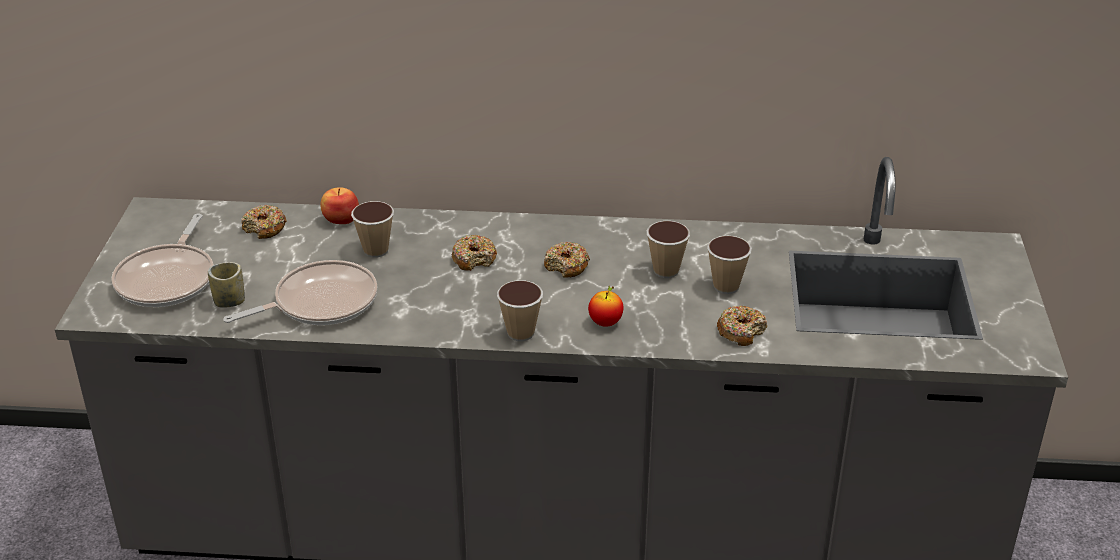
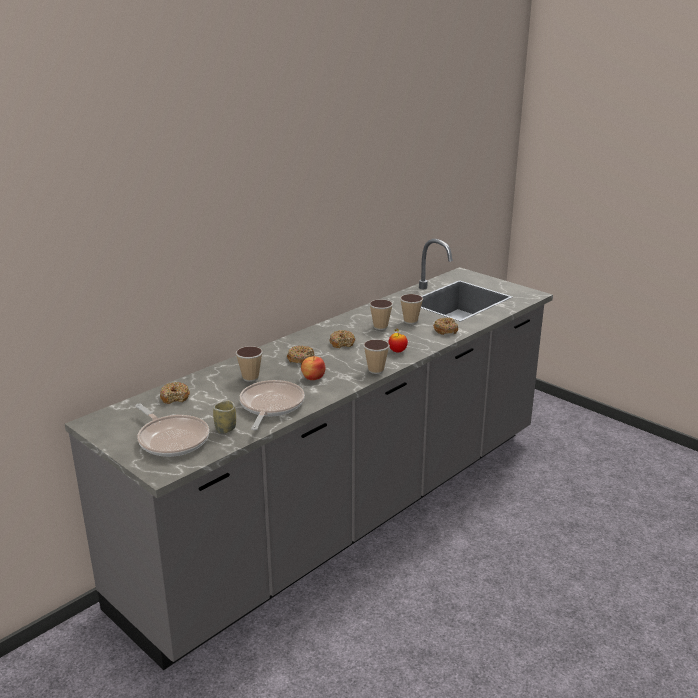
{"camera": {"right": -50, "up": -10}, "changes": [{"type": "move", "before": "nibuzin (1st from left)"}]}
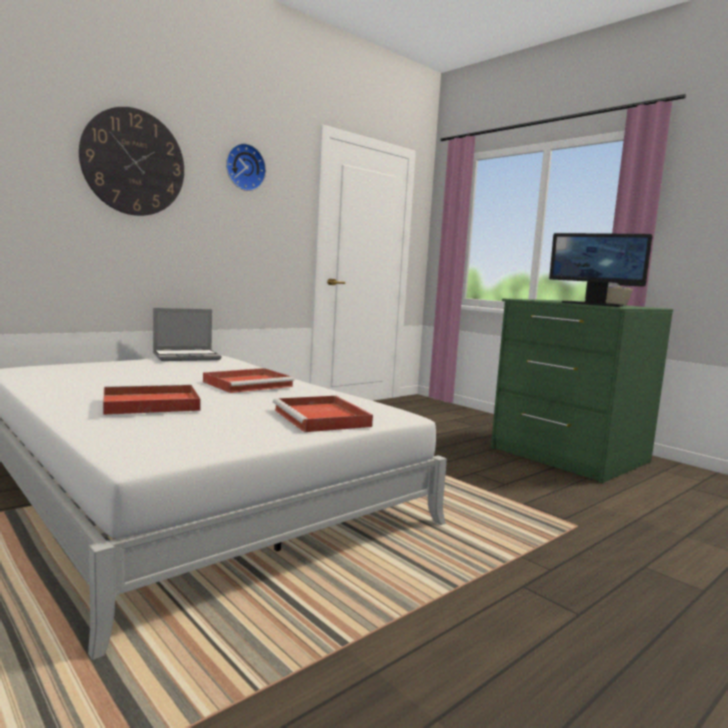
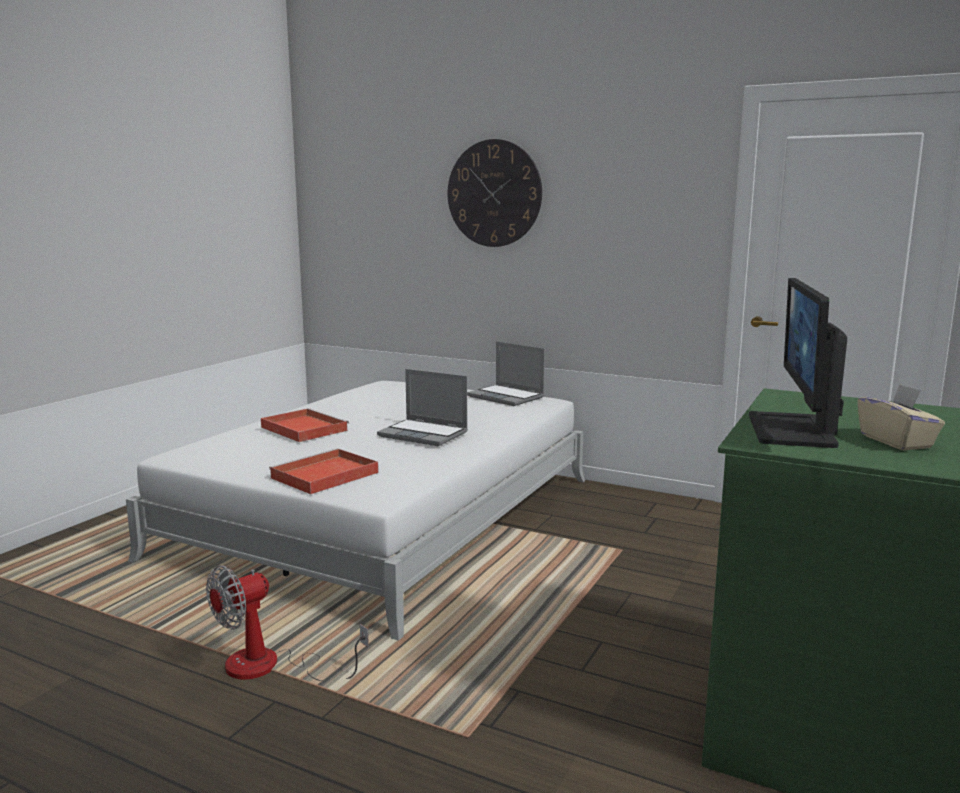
{"camera": {"right": 70, "up": 5}, "changes": [{"type": "insert", "after": "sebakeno"}, {"type": "replace", "before": "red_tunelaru (2nd from left)", "after": "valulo (1st from left)"}, {"type": "delete", "before": "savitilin (2nd from left)"}]}
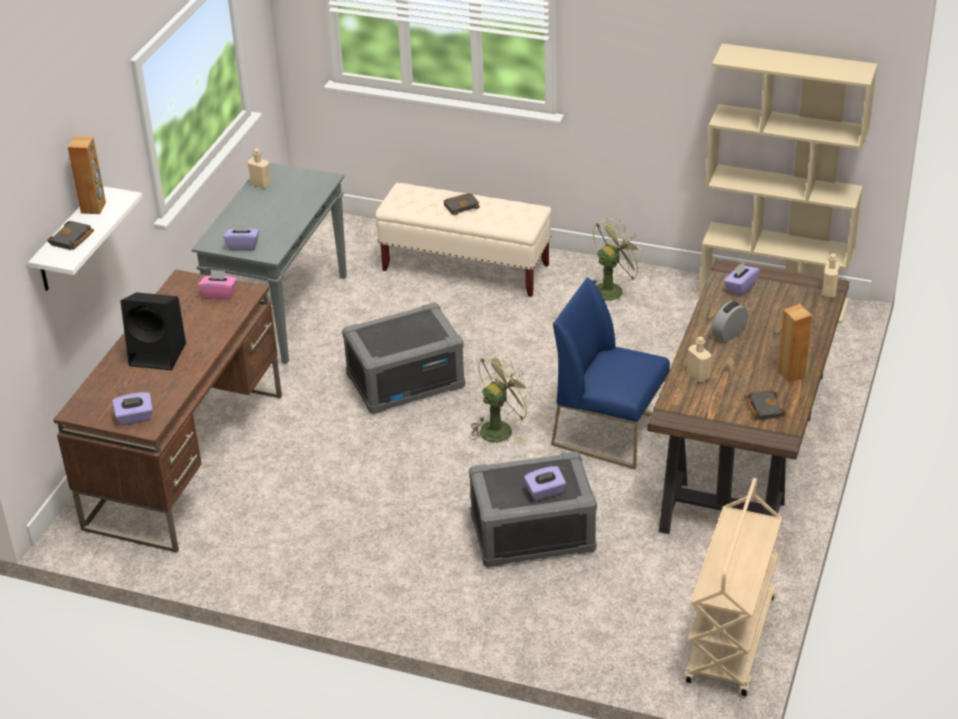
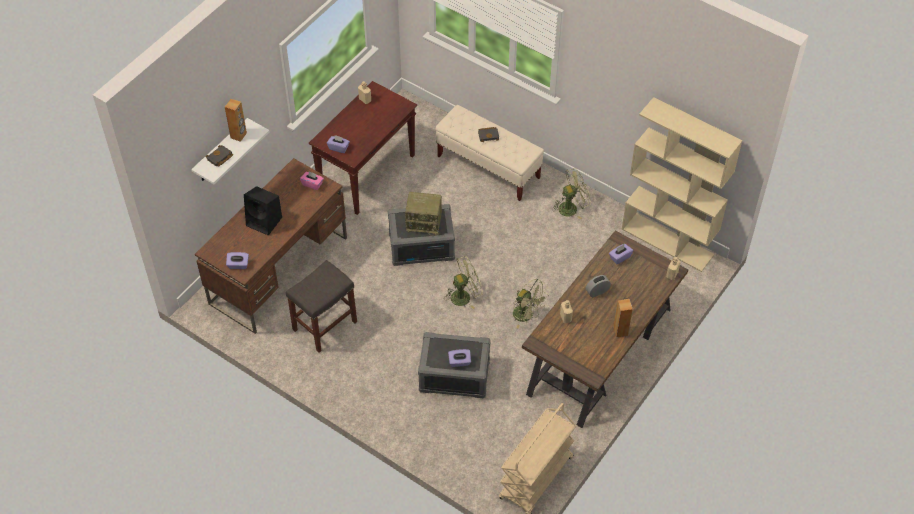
{"camera": {"right": 15, "up": 15}, "changes": [{"type": "insert", "after": "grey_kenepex"}, {"type": "recolor", "before": "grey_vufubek", "after": "brown_vufubek"}, {"type": "insert", "after": "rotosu"}, {"type": "replace", "before": "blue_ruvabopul", "after": "green_sebakeno (2nd from left)"}, {"type": "delete", "before": "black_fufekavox (3rd from left)"}]}
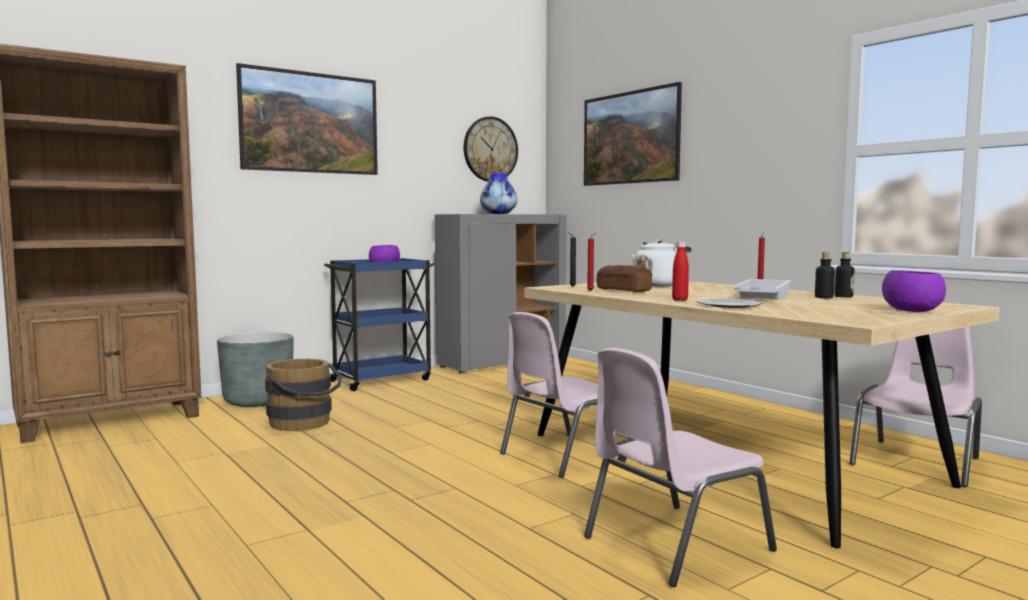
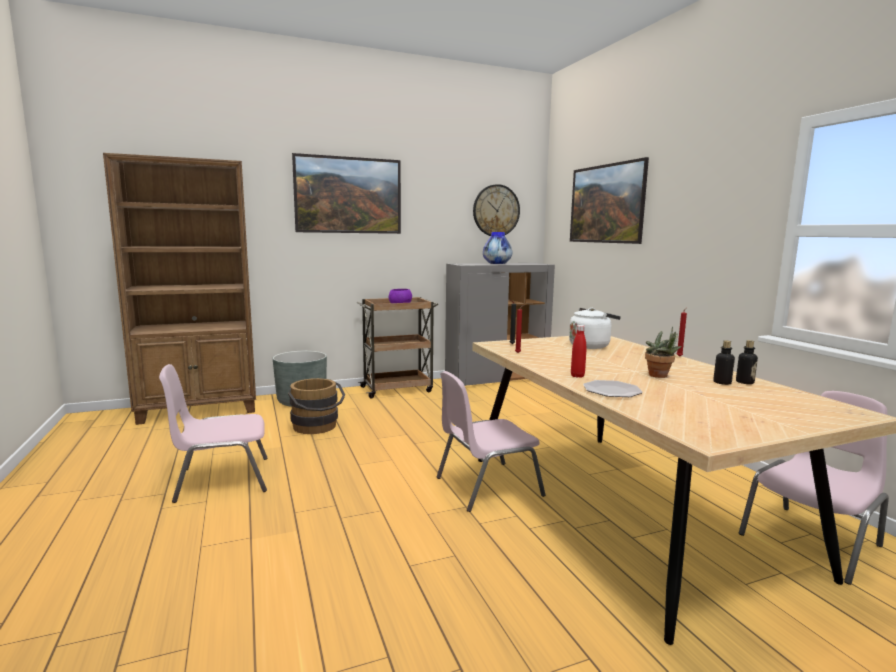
{"camera": {"right": 15, "up": 5}, "changes": [{"type": "move", "before": "pink_ruvabopul (2nd from left in the first image)", "after": "pink_ruvabopul (1st from left)"}, {"type": "recolor", "before": "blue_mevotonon", "after": "brown_mevotonon"}, {"type": "replace", "before": "white_tunelaru", "after": "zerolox"}, {"type": "delete", "before": "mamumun"}, {"type": "delete", "before": "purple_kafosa (2nd from left)"}]}
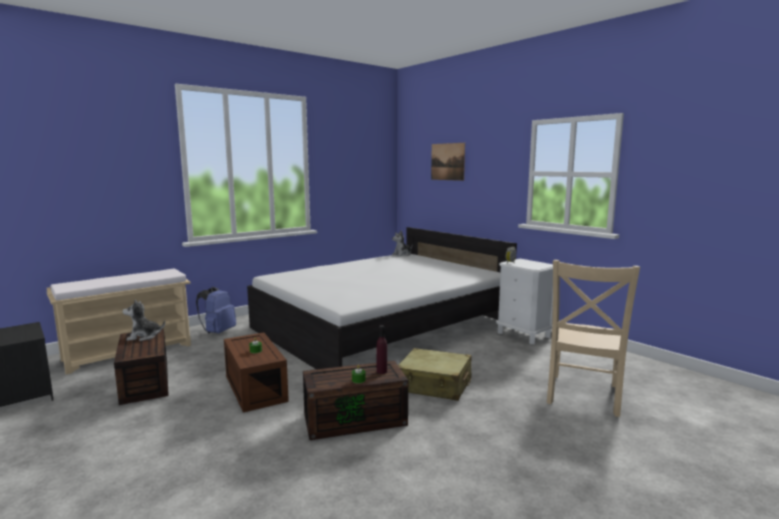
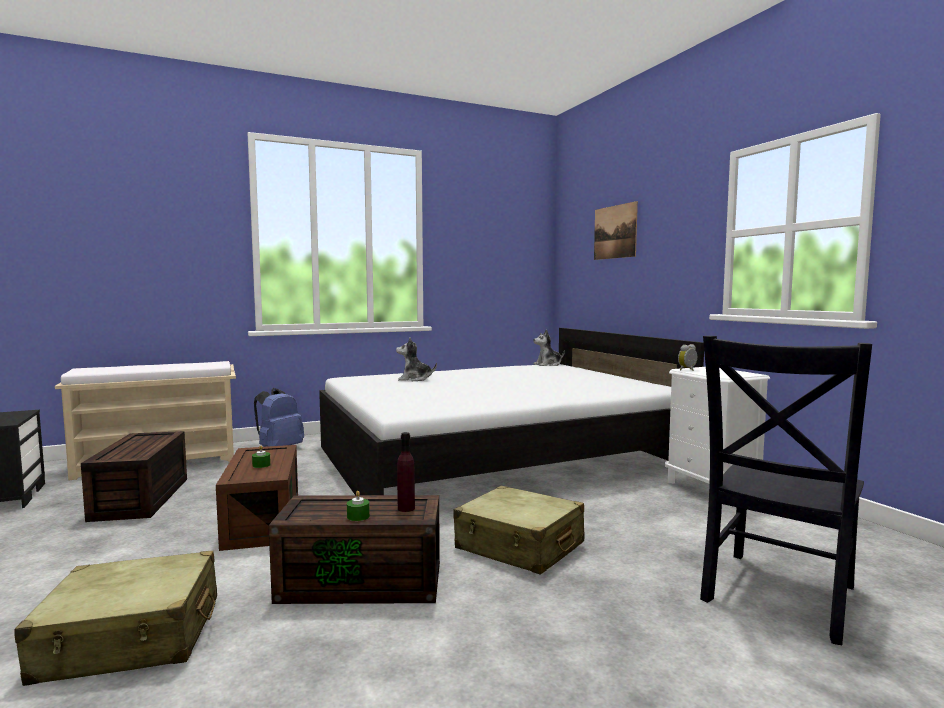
{"camera": {"right": 15, "up": -5}, "changes": [{"type": "insert", "after": "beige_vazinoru (1st from left)"}, {"type": "move", "before": "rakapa (1st from left)"}, {"type": "recolor", "before": "beige_ruvabopul", "after": "black_ruvabopul"}]}
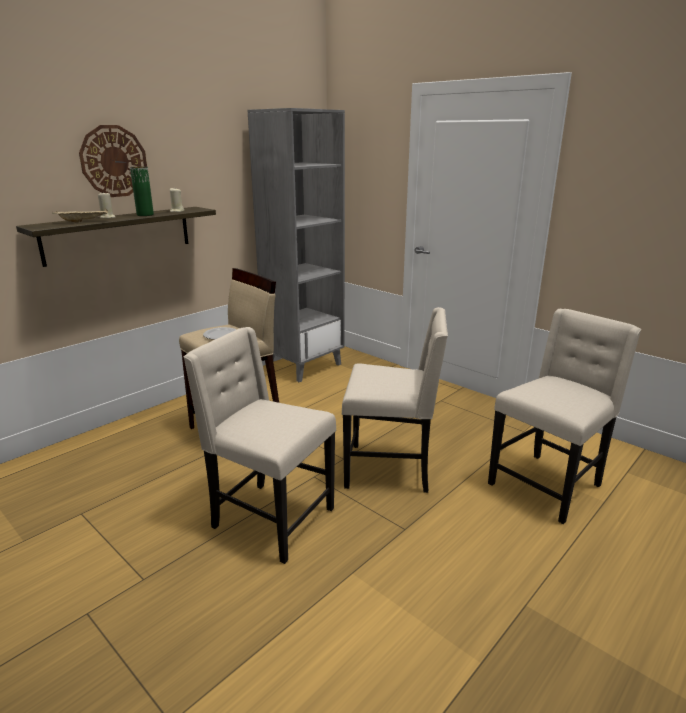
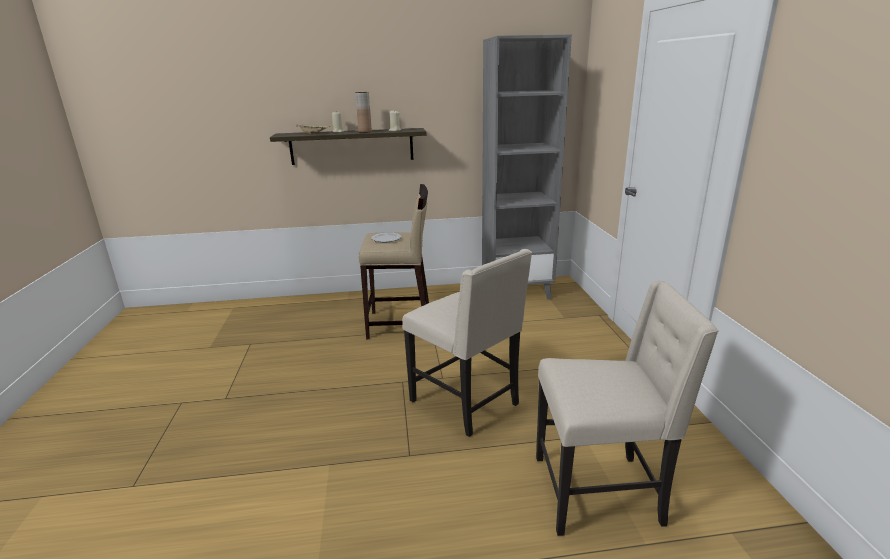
{"camera": {"right": 40, "up": 0}, "changes": [{"type": "recolor", "before": "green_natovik", "after": "brown_natovik"}, {"type": "delete", "before": "savitilin"}, {"type": "delete", "before": "beige_ruvabopul (1st from left)"}]}
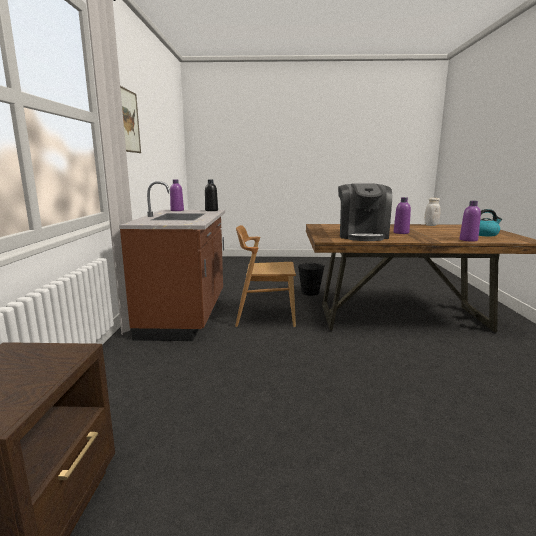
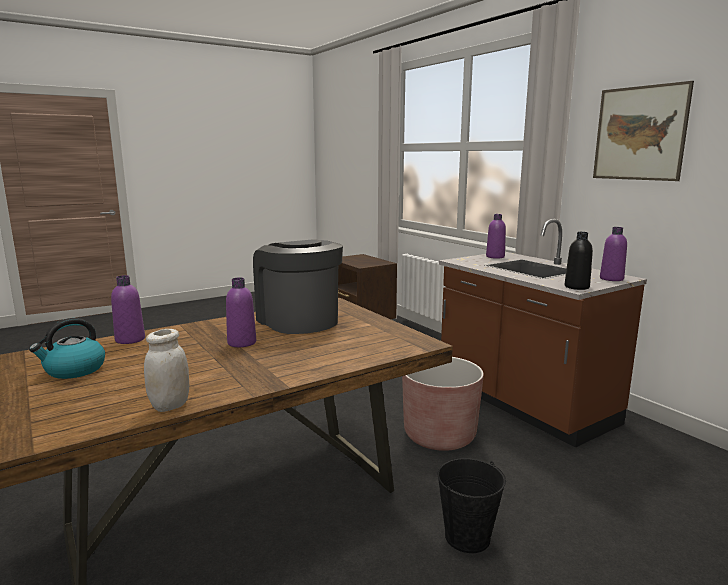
{"camera": {"right": 145, "up": 0}, "changes": [{"type": "replace", "before": "brown_ruvabopul", "after": "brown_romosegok"}, {"type": "insert", "after": "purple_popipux (3rd from left)"}]}
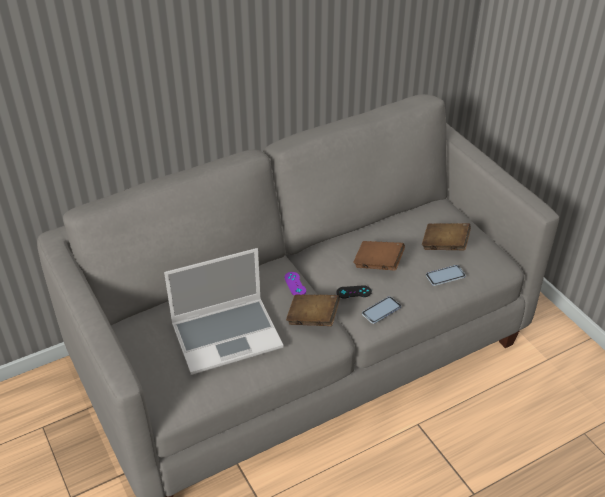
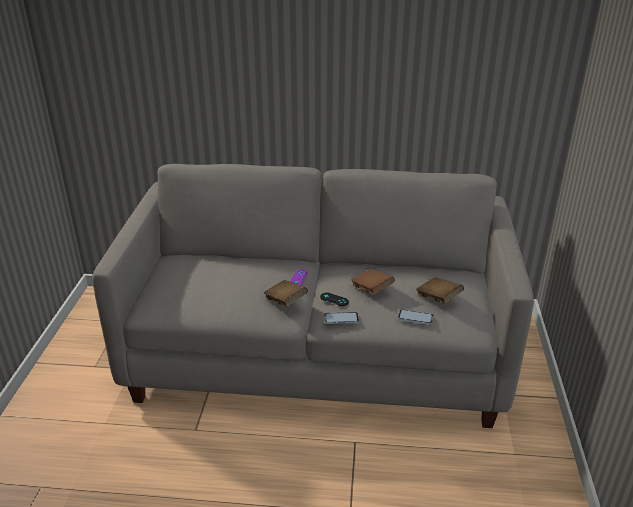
{"camera": {"right": 35, "up": -10}, "changes": [{"type": "delete", "before": "valulo"}]}
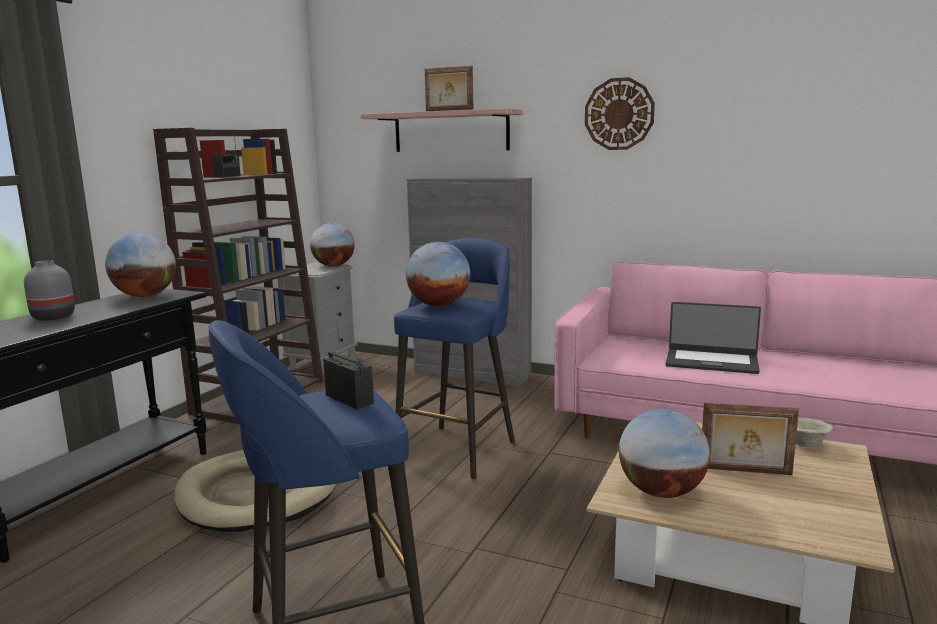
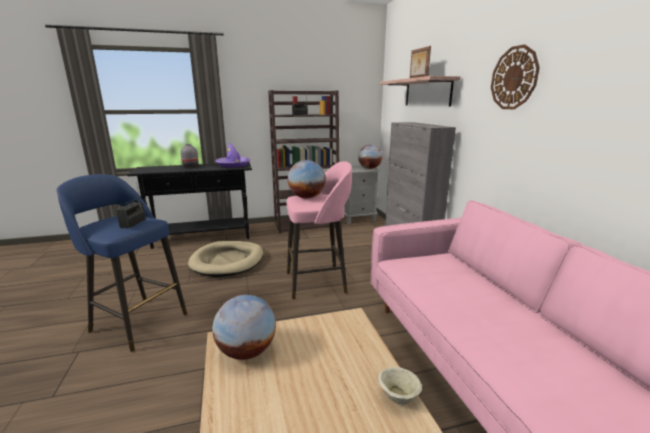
{"camera": {"right": 50, "up": 5}, "changes": [{"type": "replace", "before": "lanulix (1st from left)", "after": "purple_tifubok"}, {"type": "recolor", "before": "blue_kenepex (2nd from left)", "after": "pink_kenepex"}, {"type": "delete", "before": "valulo"}, {"type": "delete", "before": "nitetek (2nd from left)"}]}
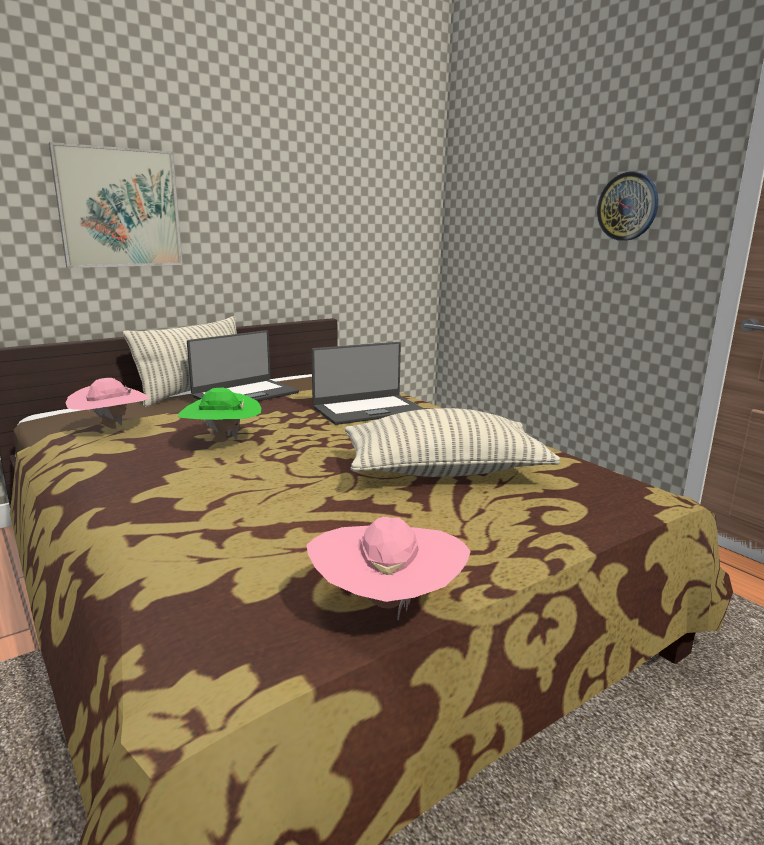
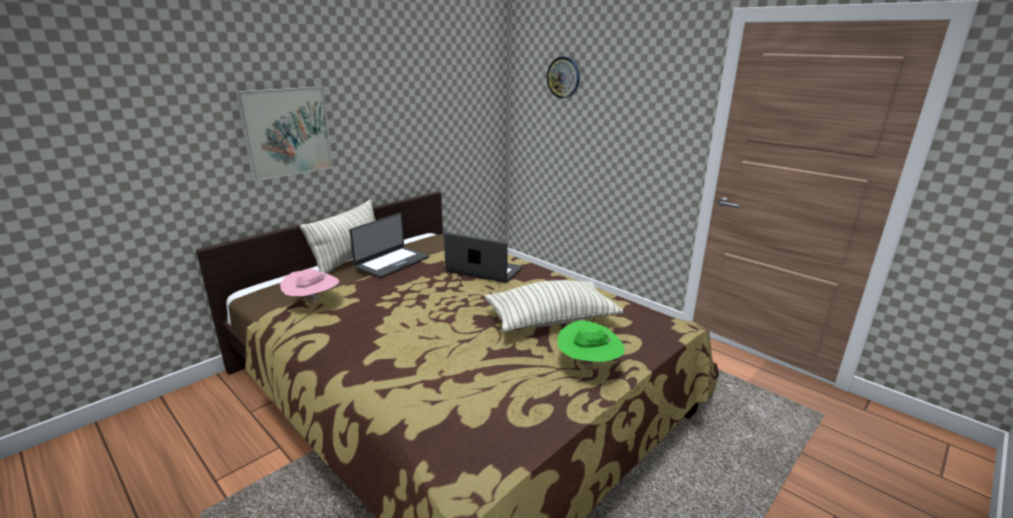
{"camera": {"right": -10, "up": 5}, "changes": [{"type": "rotate", "before": "valulo (2nd from left)", "turn": -120}, {"type": "move", "before": "savitilin"}, {"type": "move", "before": "green_tifubok"}, {"type": "delete", "before": "pink_tifubok (2nd from left)"}]}
